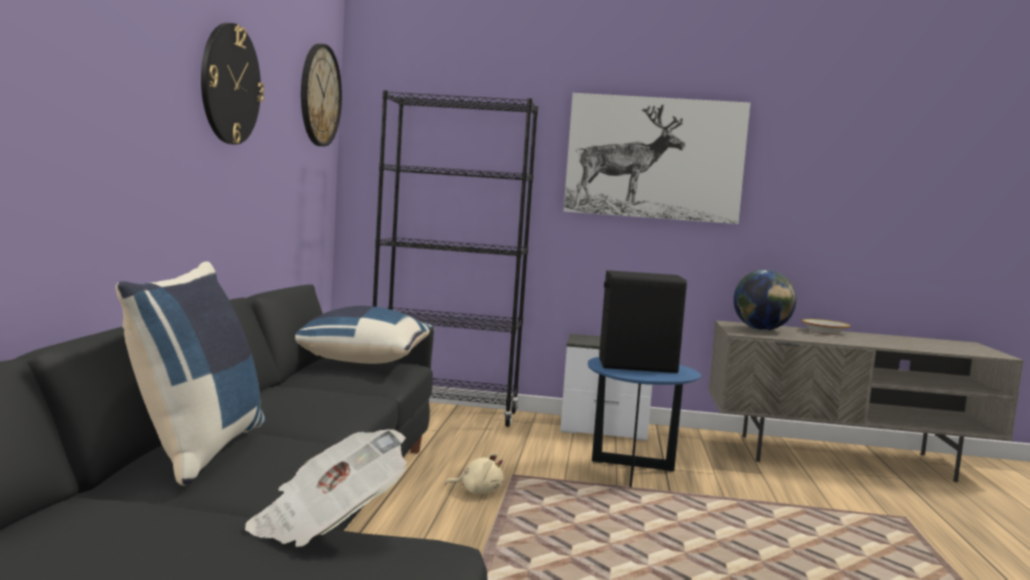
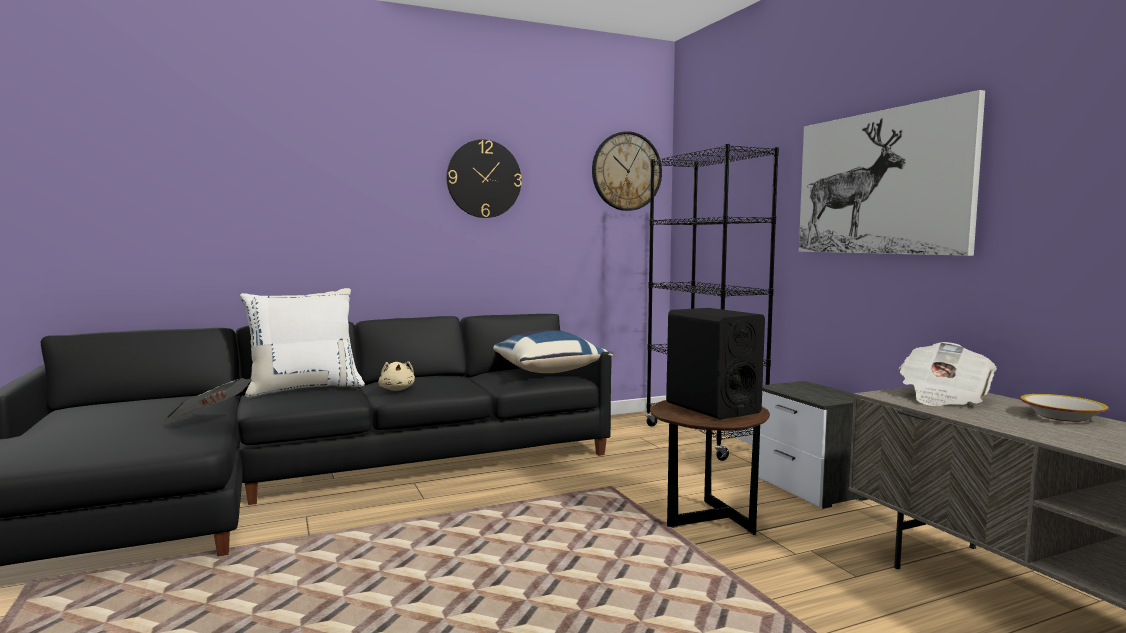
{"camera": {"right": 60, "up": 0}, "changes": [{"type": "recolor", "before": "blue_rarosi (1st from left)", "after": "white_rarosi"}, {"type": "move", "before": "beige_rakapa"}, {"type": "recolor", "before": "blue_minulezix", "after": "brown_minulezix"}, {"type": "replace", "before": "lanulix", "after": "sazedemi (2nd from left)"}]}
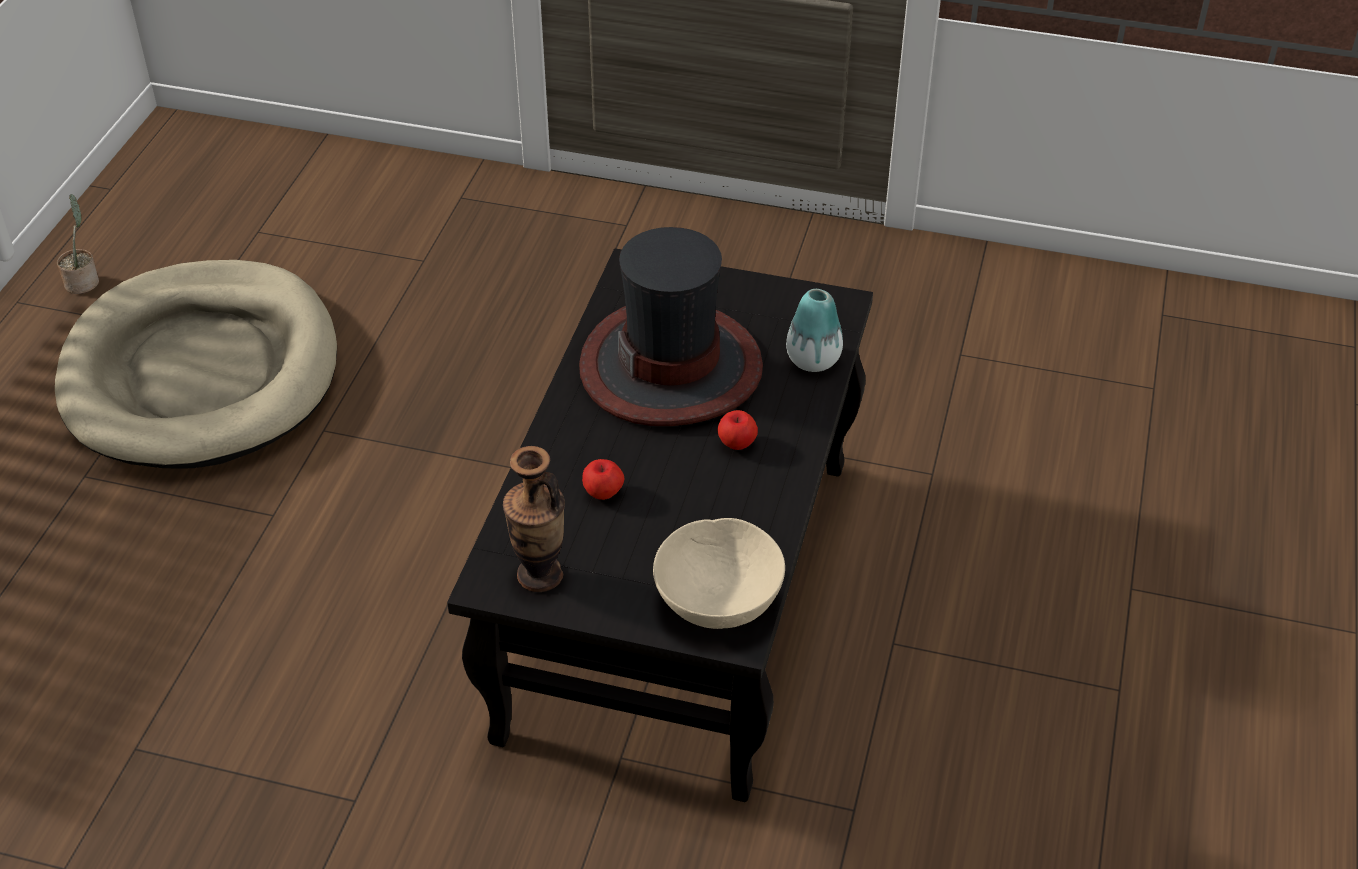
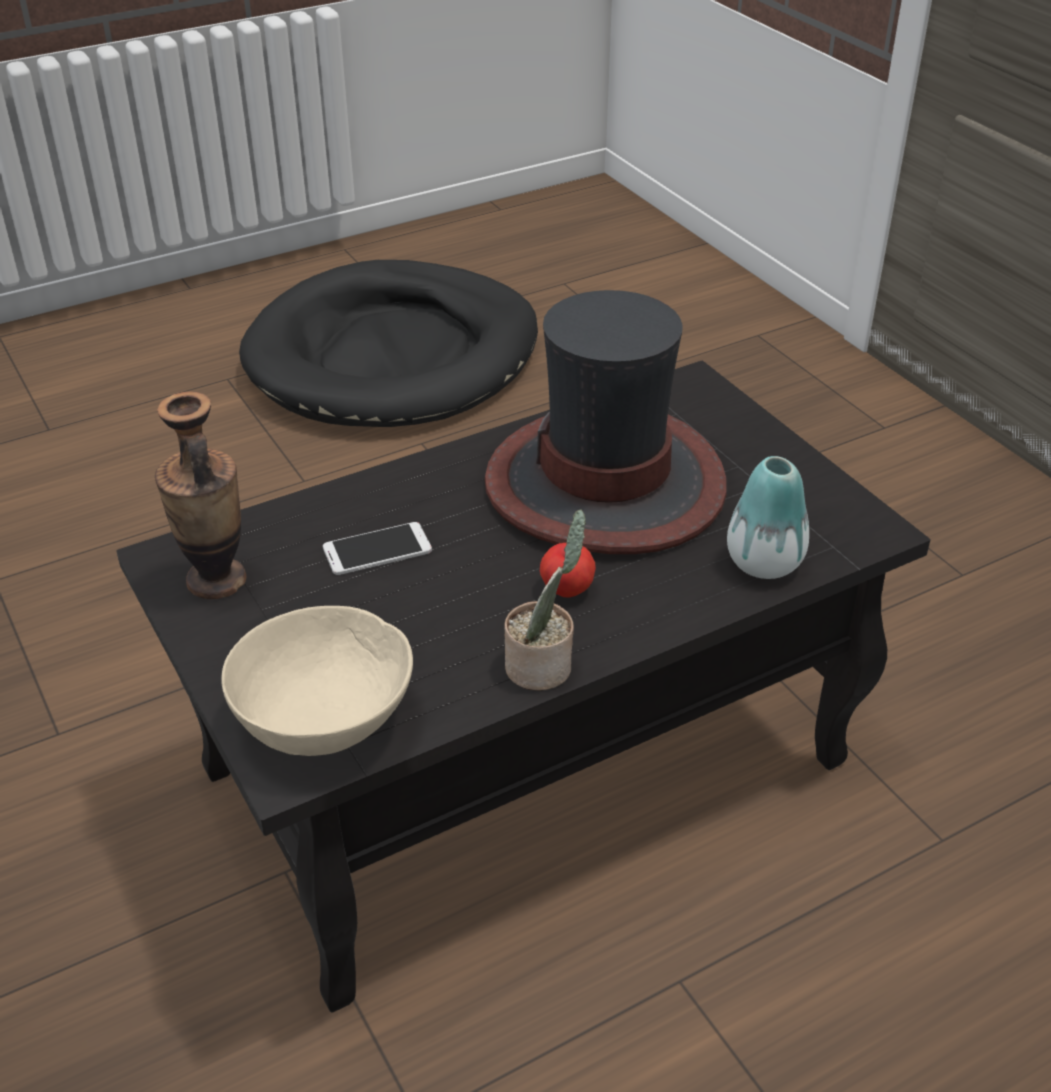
{"camera": {"right": 45, "up": -5}, "changes": [{"type": "recolor", "before": "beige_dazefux", "after": "black_dazefux"}, {"type": "replace", "before": "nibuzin (1st from left)", "after": "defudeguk"}, {"type": "move", "before": "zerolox"}]}
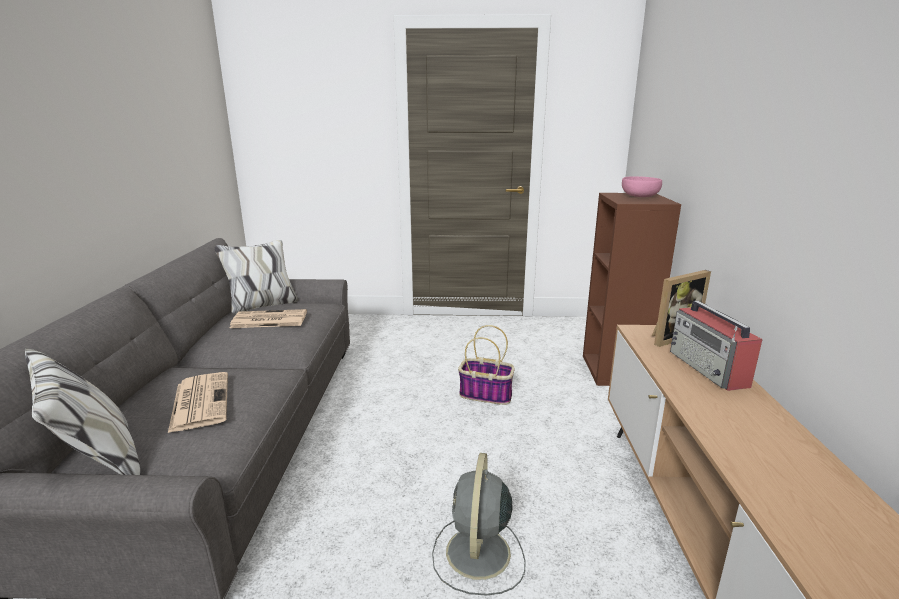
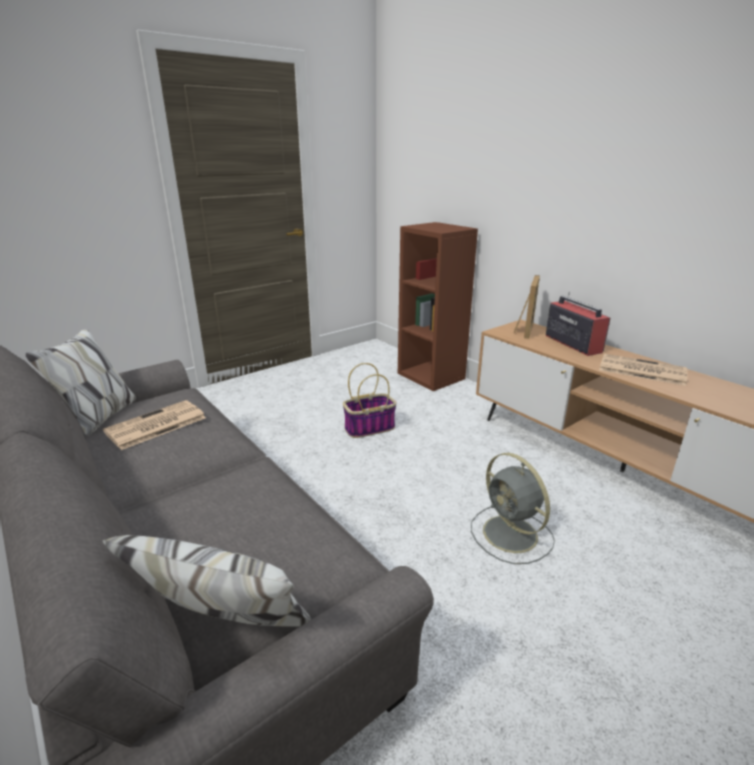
{"camera": {"right": -40, "up": 5}, "changes": [{"type": "rotate", "before": "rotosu", "turn": -150}, {"type": "move", "before": "sazedemi (1st from left in the first image)", "after": "sazedemi (2nd from left)"}, {"type": "delete", "before": "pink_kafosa"}]}
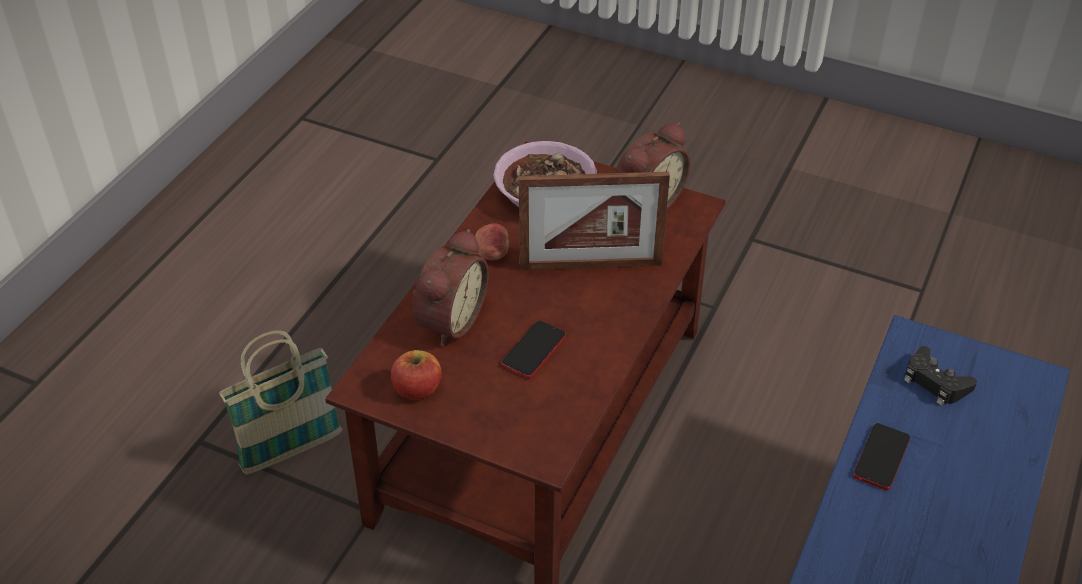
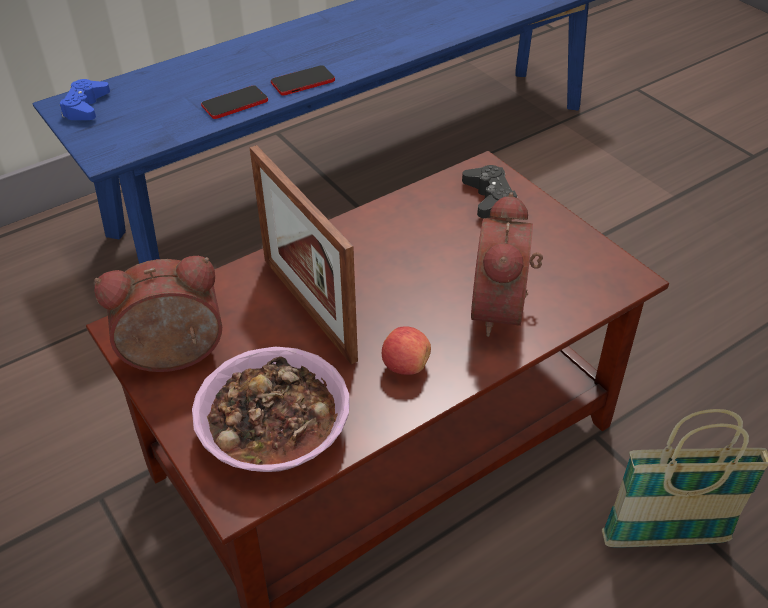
{"camera": {"right": -150, "up": 0}, "changes": [{"type": "insert", "after": "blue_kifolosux"}, {"type": "rotate", "before": "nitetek", "turn": -150}, {"type": "move", "before": "defudeguk (1st from left in the first image)", "after": "defudeguk (2nd from left)"}, {"type": "move", "before": "black_kifolosux"}, {"type": "rotate", "before": "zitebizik (1st from left in the first image)", "turn": -45}, {"type": "delete", "before": "nibuzin (1st from left)"}]}
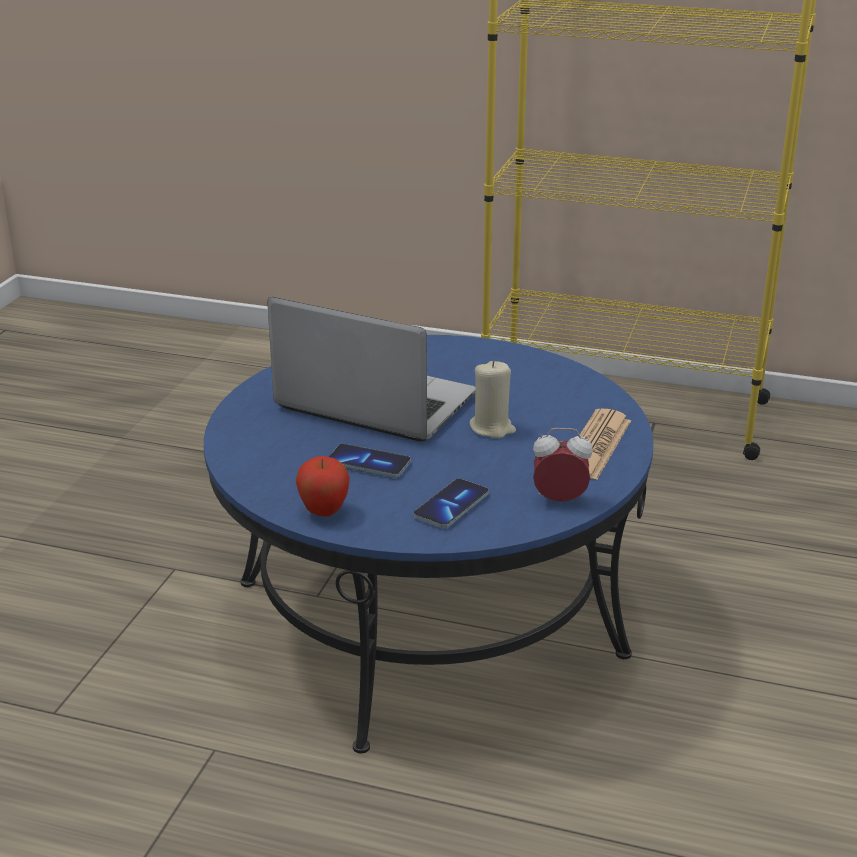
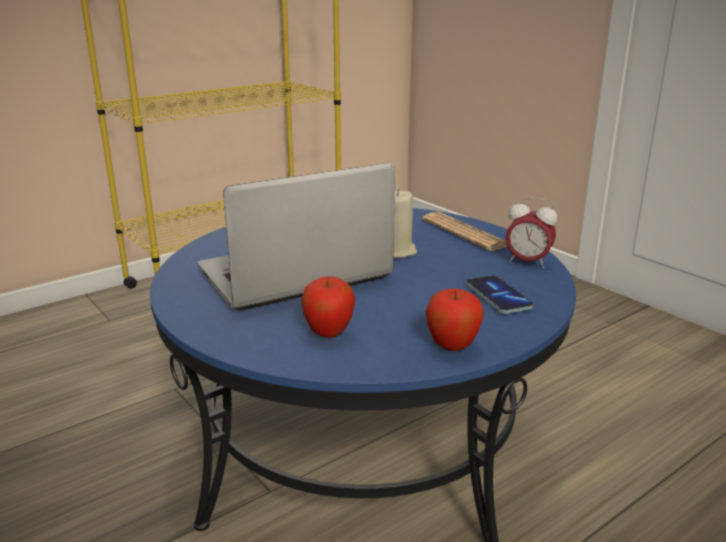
{"camera": {"right": -55, "up": -5}, "changes": [{"type": "insert", "after": "nibuzin (1st from left)"}, {"type": "rotate", "before": "zitebizik", "turn": -105}, {"type": "delete", "before": "defudeguk (1st from left)"}]}
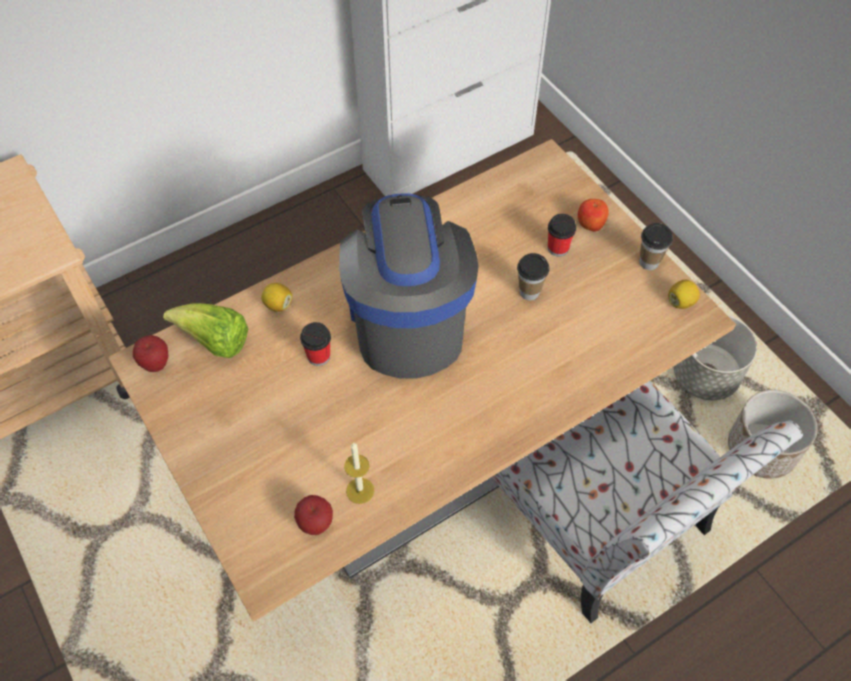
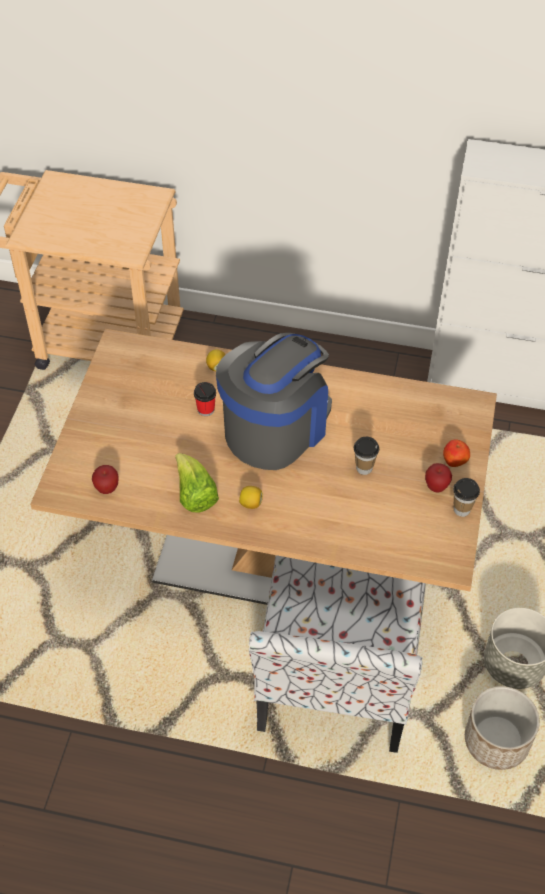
{"camera": {"right": 45, "up": -5}, "changes": [{"type": "move", "before": "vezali"}, {"type": "move", "before": "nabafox (2nd from left)"}, {"type": "move", "before": "nibuzin (1st from left in the first image)", "after": "nibuzin (2nd from left)"}, {"type": "delete", "before": "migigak"}, {"type": "delete", "before": "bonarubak (3rd from left)"}]}
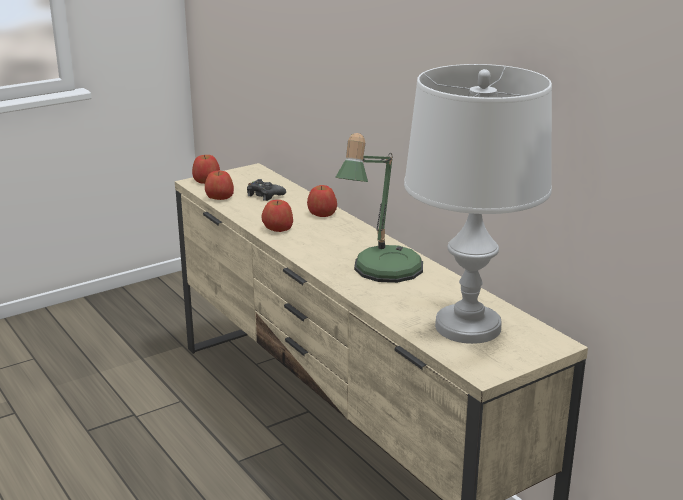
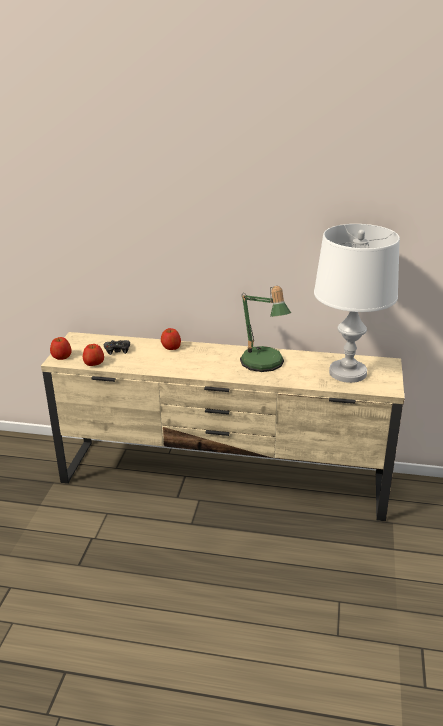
{"camera": {"right": -45, "up": 5}, "changes": [{"type": "delete", "before": "nibuzin (3rd from left)"}]}
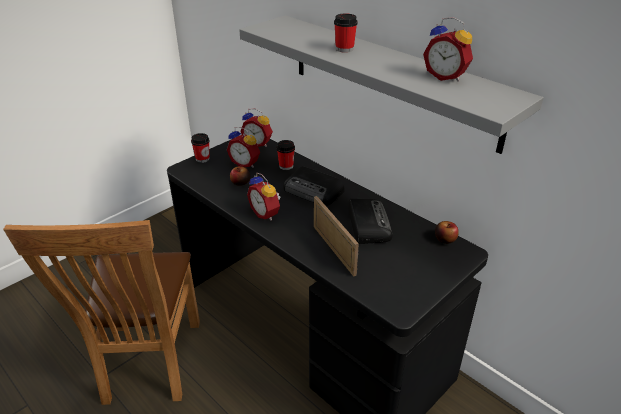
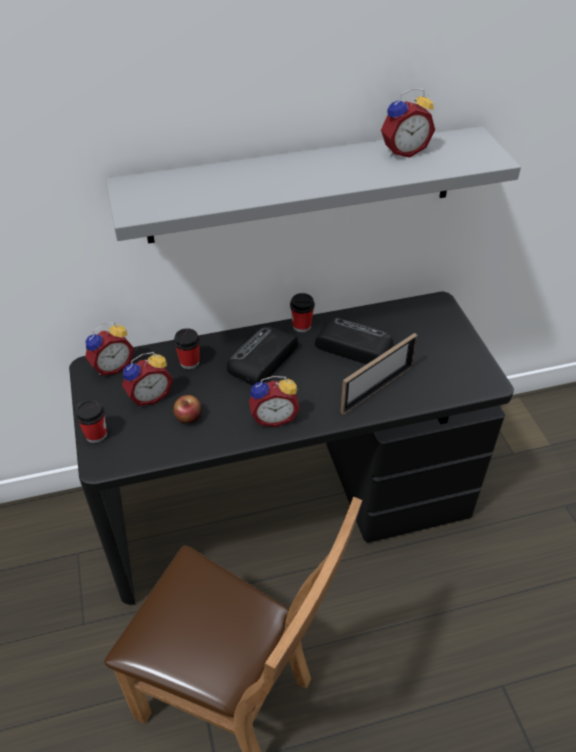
{"camera": {"right": -60, "up": 10}, "changes": [{"type": "rotate", "before": "rotosu (1st from left)", "turn": 150}, {"type": "move", "before": "bonarubak (3rd from left)"}, {"type": "rotate", "before": "nitetek", "turn": 135}, {"type": "delete", "before": "nibuzin (2nd from left)"}]}
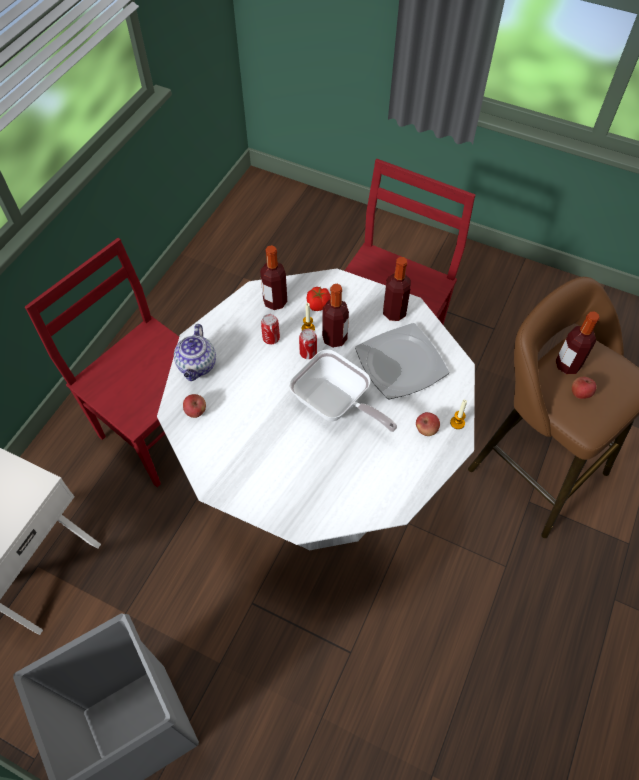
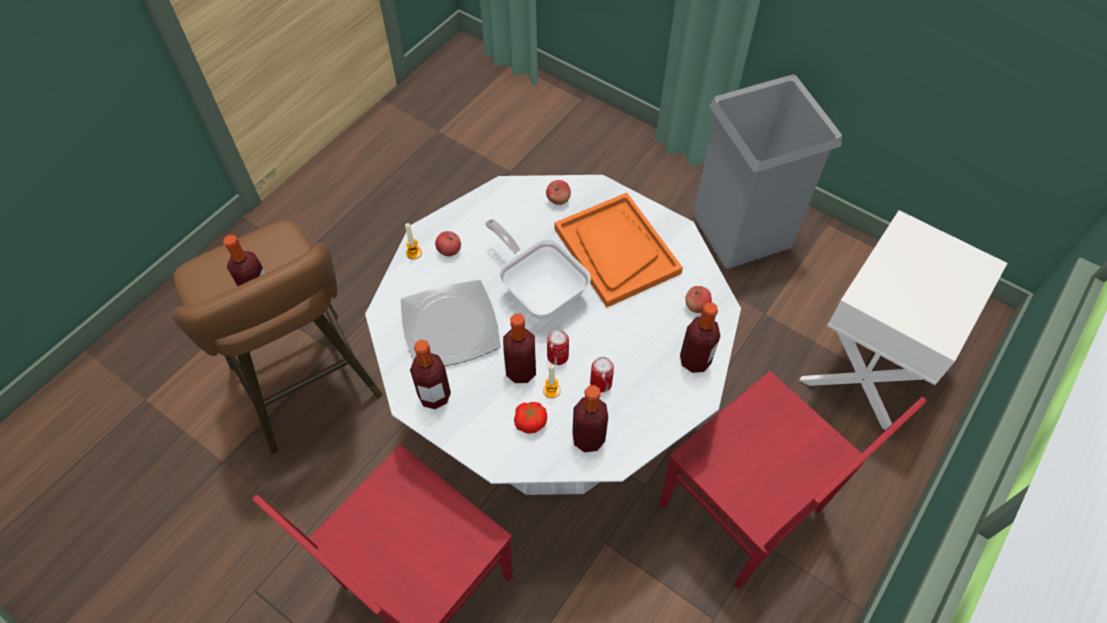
{"camera": {"right": -170, "up": 0}, "changes": [{"type": "move", "before": "nibuzin (3rd from left in the first image)", "after": "nibuzin (2nd from left)"}, {"type": "insert", "after": "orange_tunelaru"}, {"type": "replace", "before": "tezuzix", "after": "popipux (5th from left)"}]}
